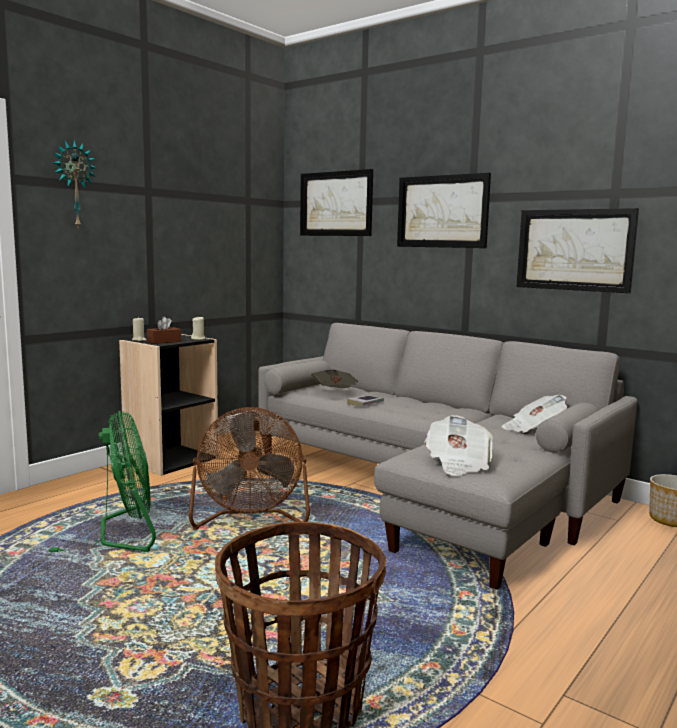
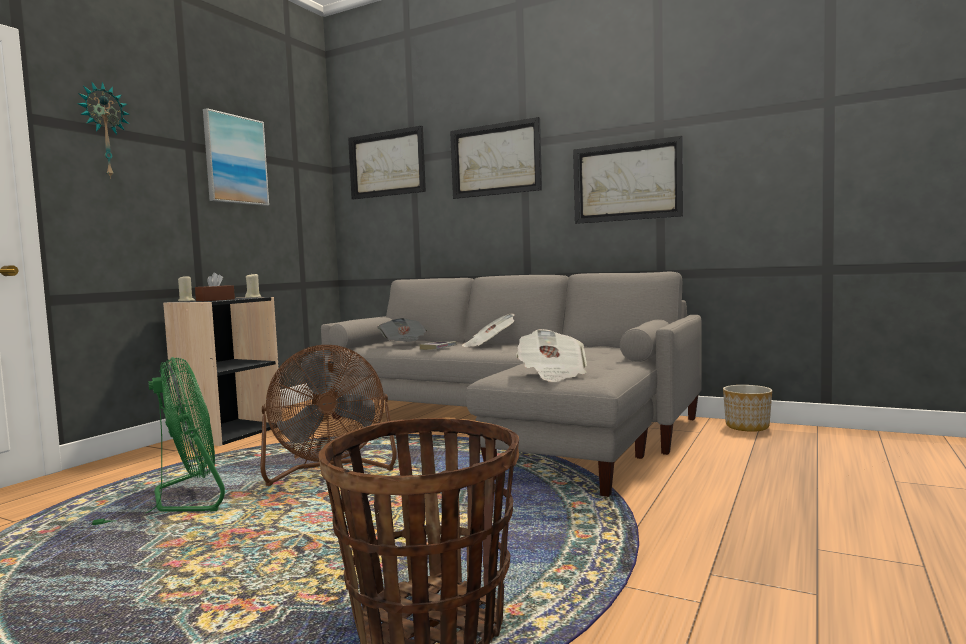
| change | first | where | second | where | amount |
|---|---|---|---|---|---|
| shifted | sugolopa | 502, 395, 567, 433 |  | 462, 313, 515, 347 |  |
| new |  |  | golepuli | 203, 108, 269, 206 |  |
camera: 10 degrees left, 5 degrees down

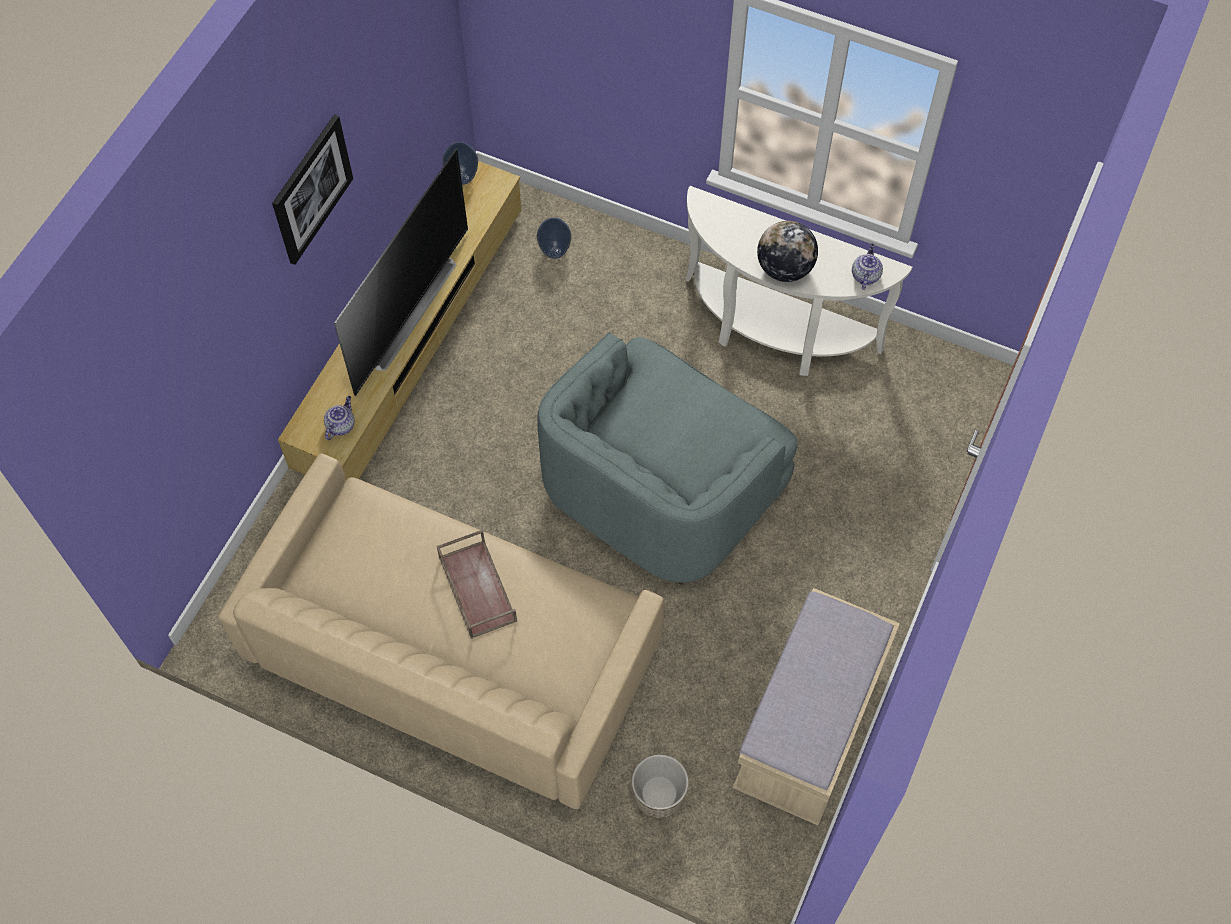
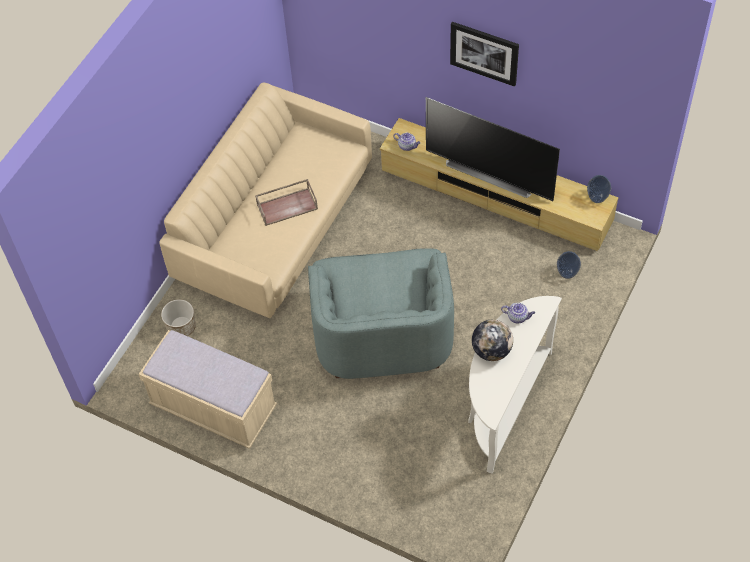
| change | first | where | second | where | amount |
|---|---|---|---|---|---|
| shifted | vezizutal | 852, 243, 883, 290 |  | 501, 303, 535, 323 |  |
| rotated | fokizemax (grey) | 537, 332, 798, 585 |  | 308, 248, 454, 379 | 135 degrees counterclockwise |
camera: 95 degrees right, 5 degrees down

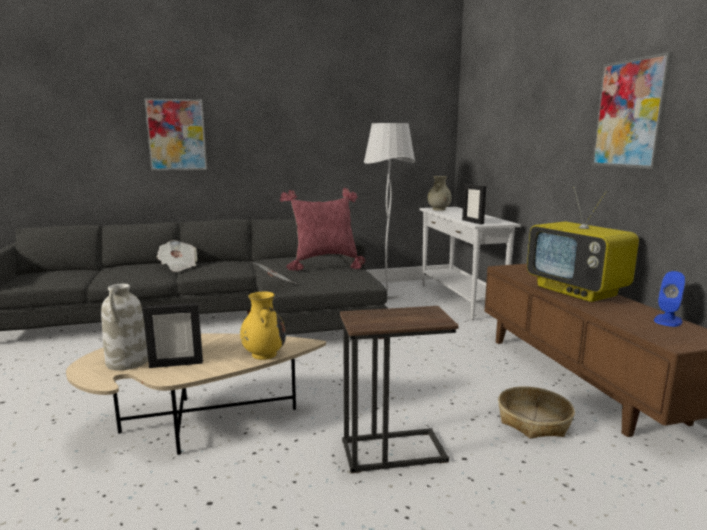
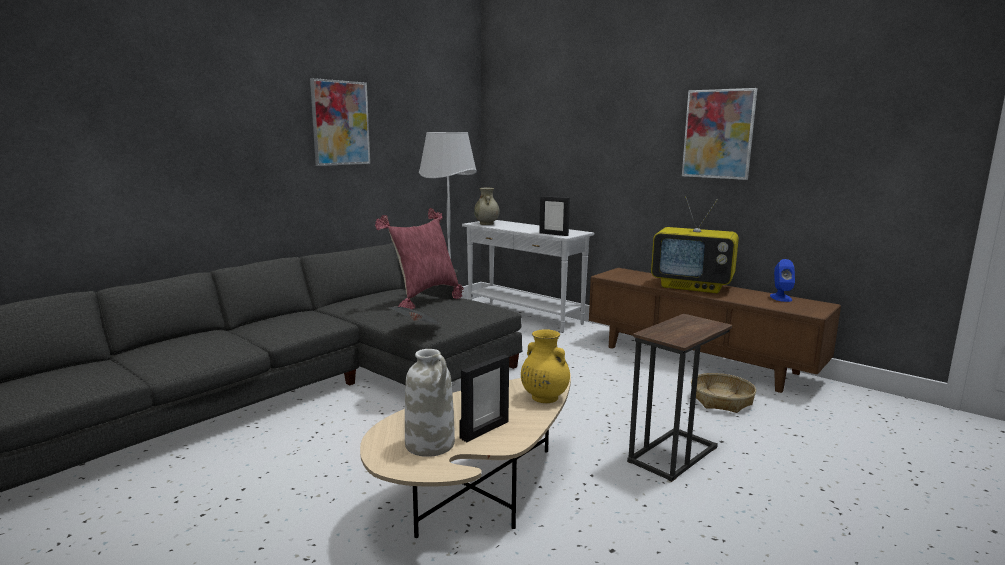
| change | first | where | second | where | amount |
|---|---|---|---|---|---|
| shifted | golepuli | 144, 98, 207, 171 |  | 310, 78, 370, 166 |  |
| gone | sugolopa | 157, 240, 197, 272 |  |  |  |
camera: 35 degrees left, 0 degrees up

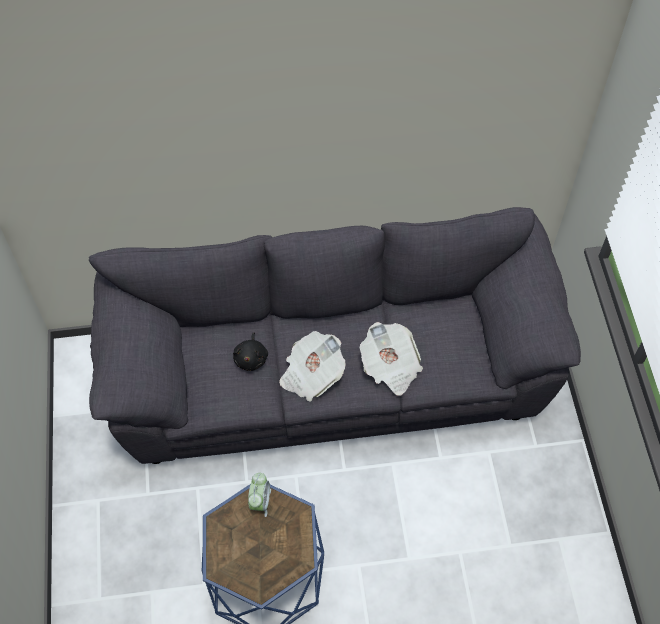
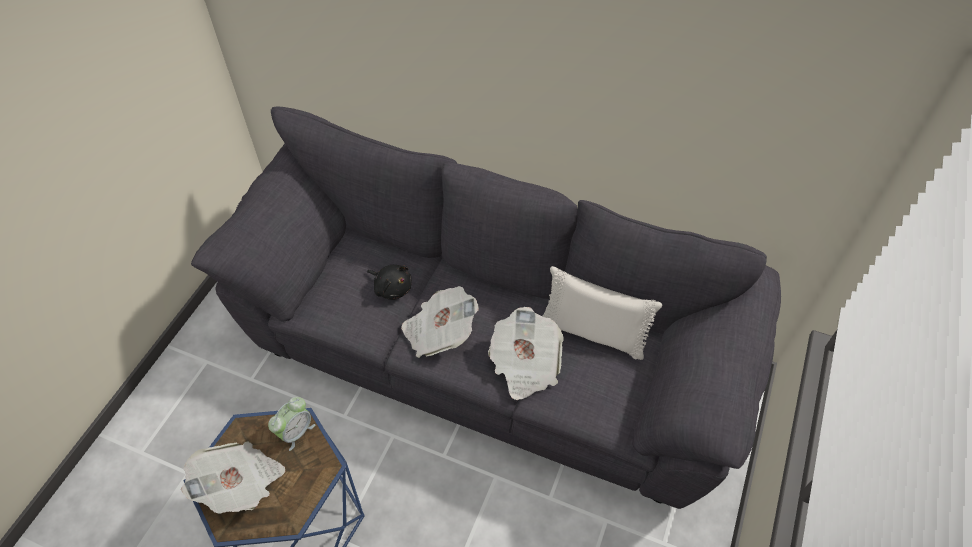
| change | first | where | second | where | amount |
|---|---|---|---|---|---|
| rotated | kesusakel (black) | 233, 332, 268, 371 |  | 367, 265, 412, 300 | 90 degrees counterclockwise |
| new |  |  | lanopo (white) | 542, 266, 662, 360 |  |
| new |  |  | sugolopa | 181, 441, 285, 514 |  |
camera: 30 degrees right, 5 degrees down

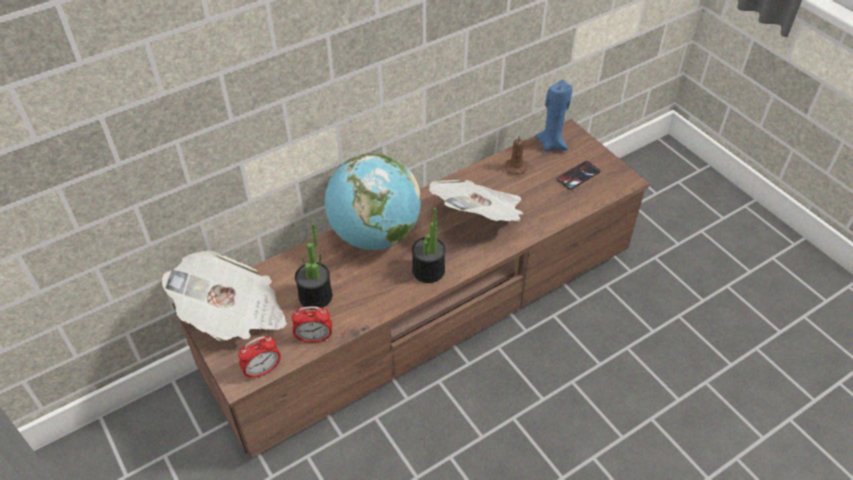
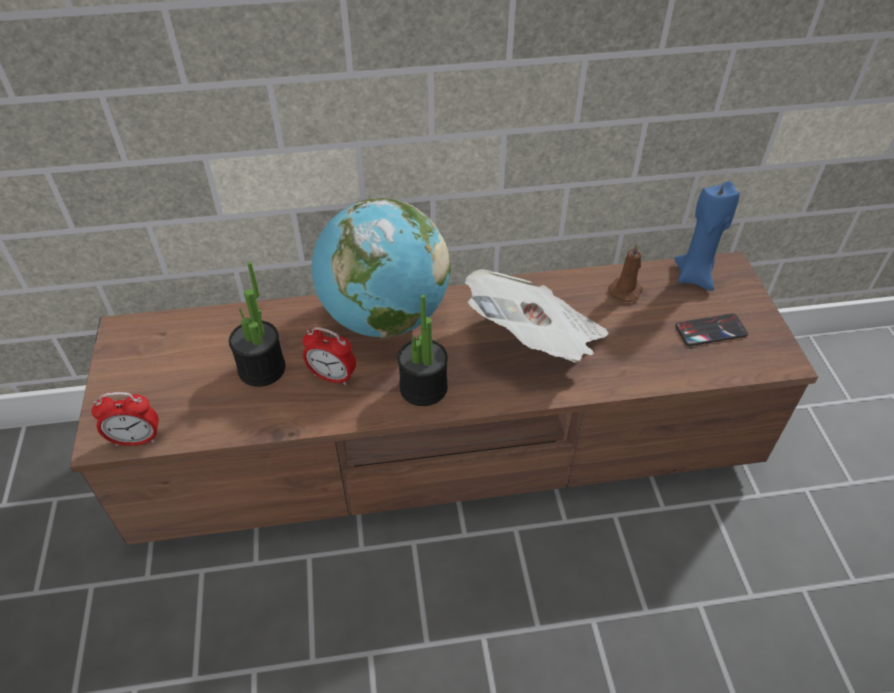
| change | first | where | second | where | amount |
|---|---|---|---|---|---|
| gone | sugolopa | 162, 251, 287, 341 |  |  |  |
| shifted | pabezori | 291, 307, 332, 343 |  | 302, 327, 356, 385 |  |
camera: 25 degrees right, 0 degrees up

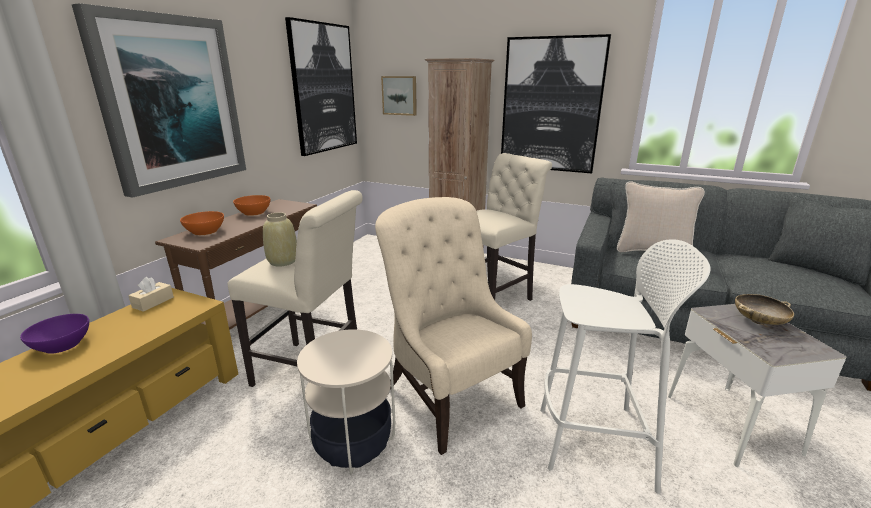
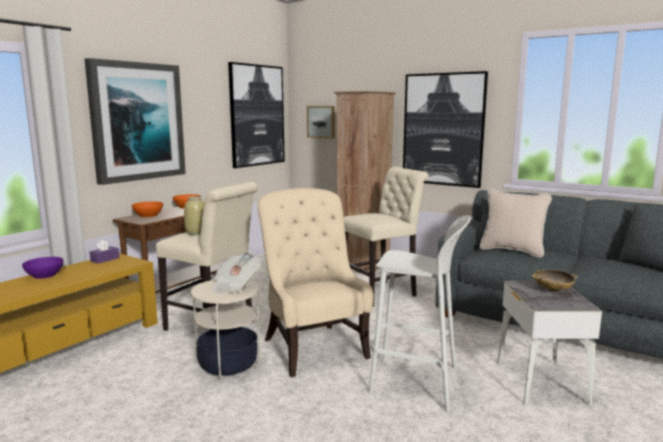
| change | first | where | second | where | amount |
|---|---|---|---|---|---|
| repainted | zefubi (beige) | 128, 277, 174, 312 | zefubi (purple) | 90, 240, 119, 264 |  |
| new |  |  | sugolopa | 212, 252, 261, 293 |  |
camera: 10 degrees right, 10 degrees down

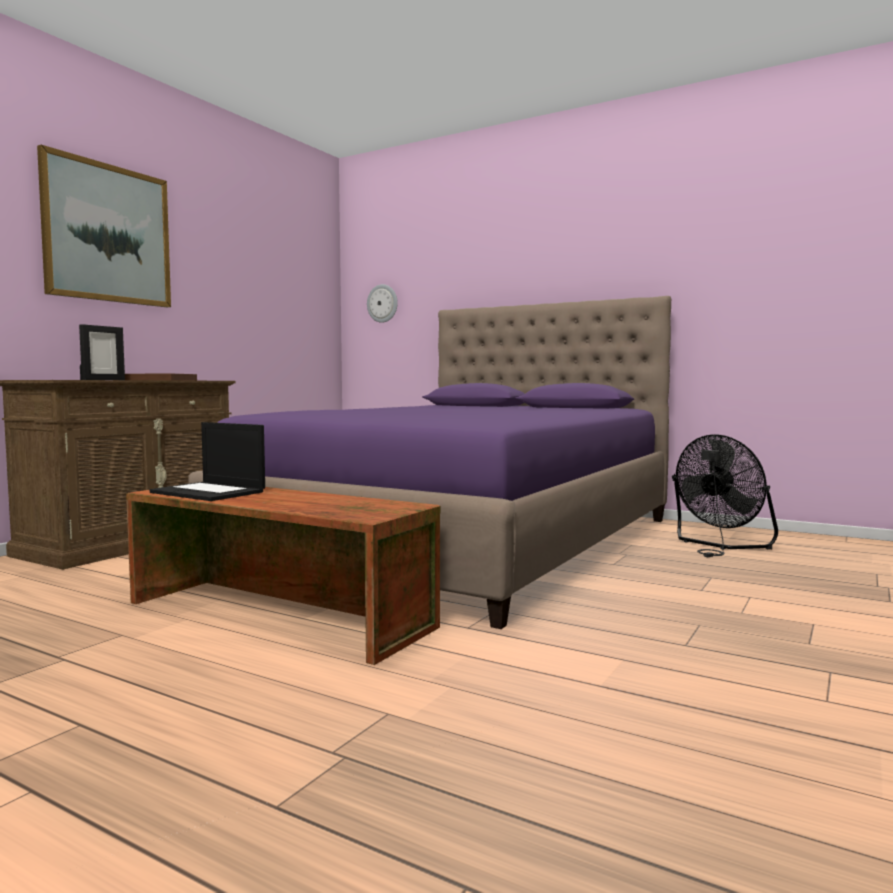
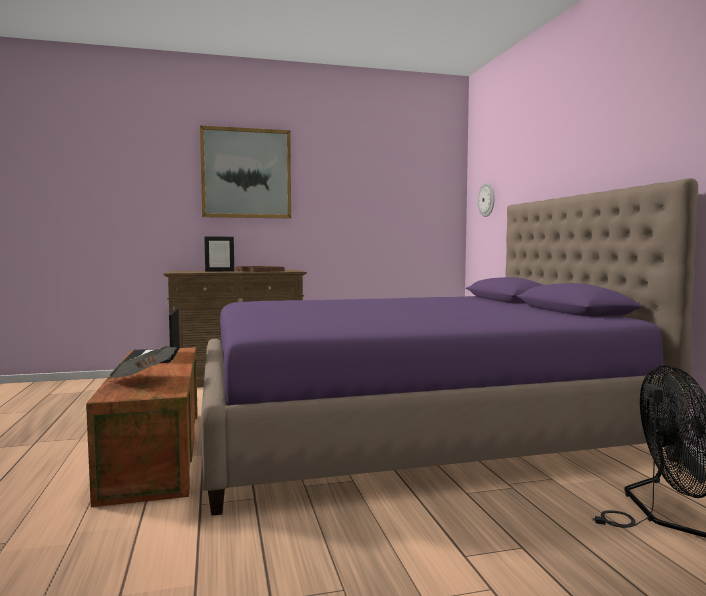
| change | first | where | second | where | amount |
|---|---|---|---|---|---|
| new |  |  | sugolopa | 108, 346, 177, 379 |  |
camera: 45 degrees right, 0 degrees up

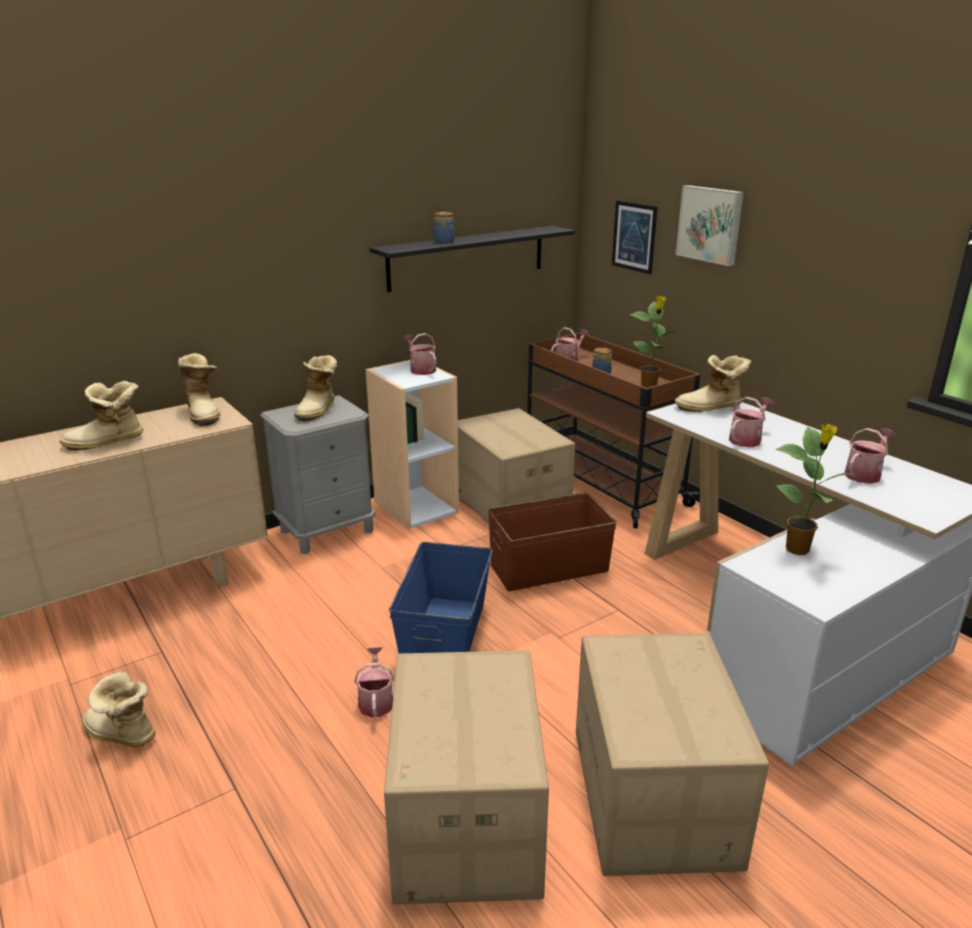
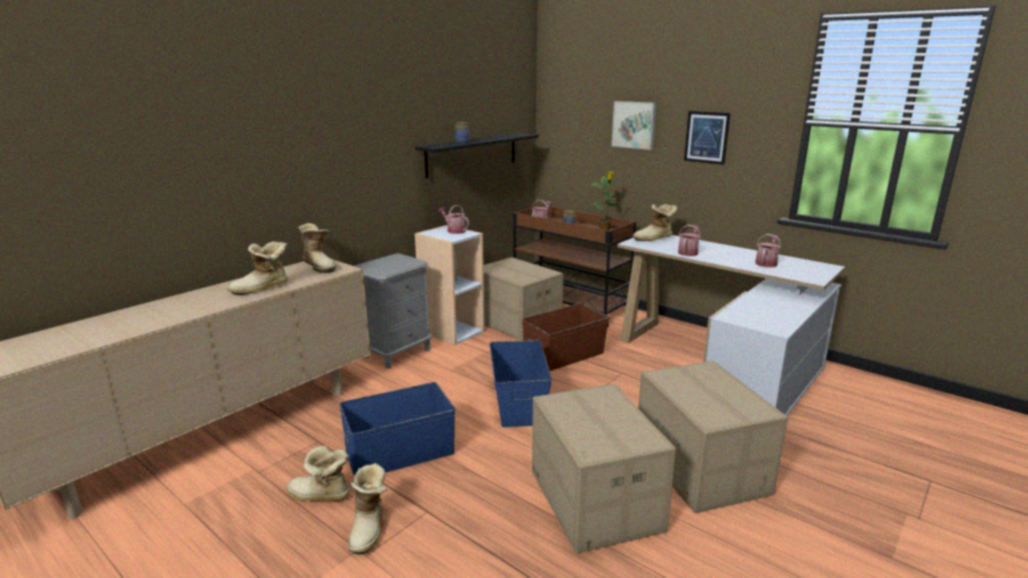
| change | first | where | second | where | amount |
|---|---|---|---|---|---|
| shifted | golepuli | 612, 201, 657, 274 |  | 684, 111, 730, 165 |  |
| shifted | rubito | 294, 355, 338, 421 |  | 348, 463, 388, 554 |  |
| gone | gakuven | 775, 424, 854, 555 |  |  |  |
| gone | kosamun | 354, 647, 394, 717 |  |  |  |
| new |  |  | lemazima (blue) | 339, 382, 455, 476 |  |
camera: 15 degrees left, 5 degrees down

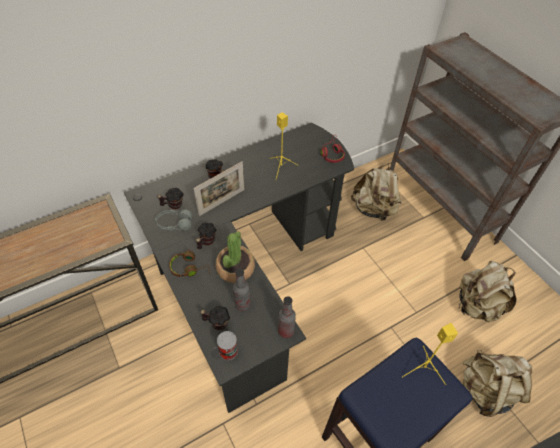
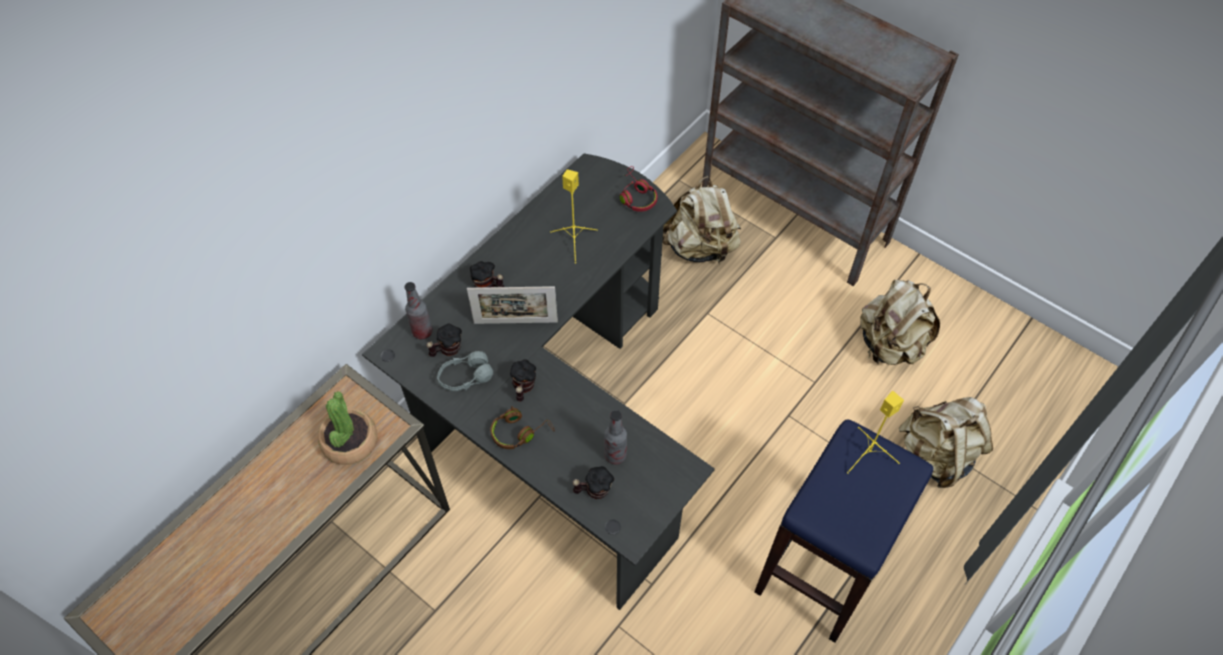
| change | first | where | second | where | amount |
|---|---|---|---|---|---|
| rotated | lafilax | 194, 162, 245, 216 |  | 467, 286, 558, 324 | 60 degrees clockwise |
| shifted | gakuven | 216, 231, 255, 283 |  | 318, 391, 377, 465 |  |
| shifted | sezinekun | 278, 296, 296, 338 |  | 405, 282, 433, 339 |  |
| gone | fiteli | 217, 331, 238, 360 |  |  |  |
camera: 20 degrees left, 5 degrees up

